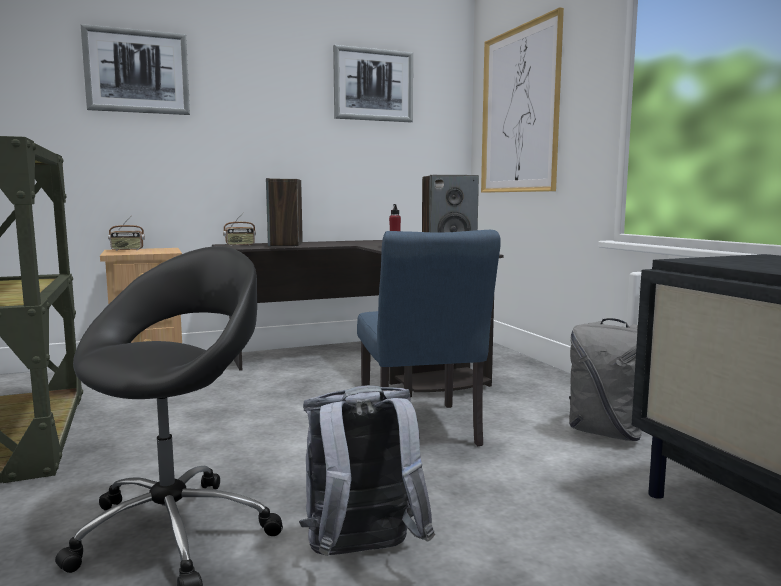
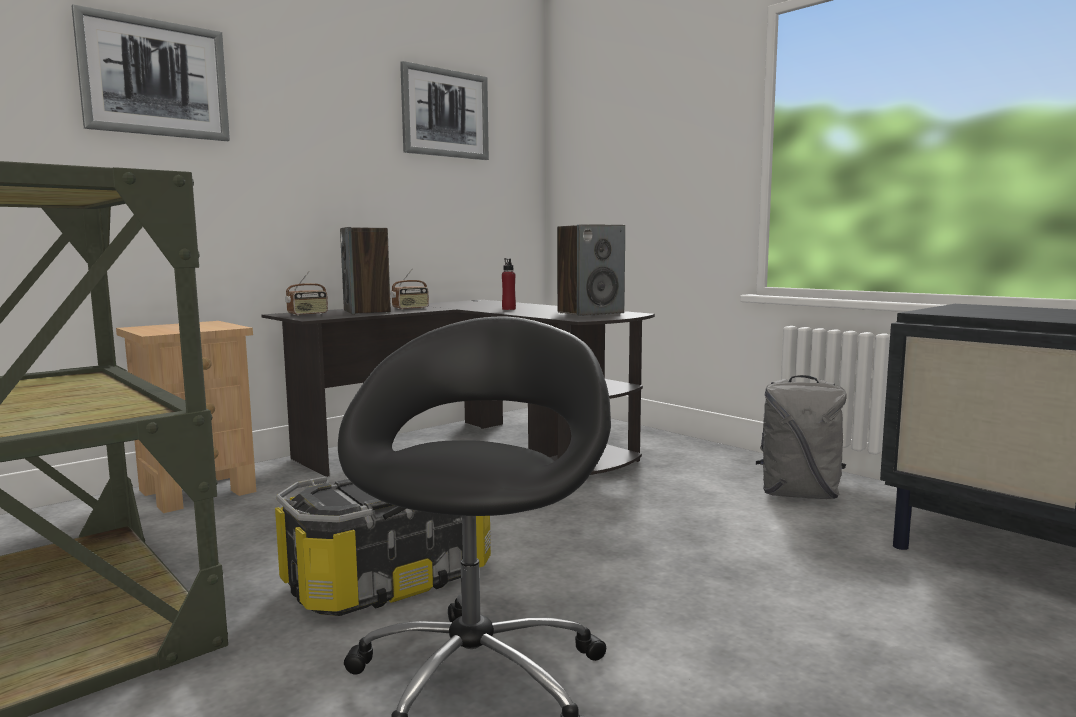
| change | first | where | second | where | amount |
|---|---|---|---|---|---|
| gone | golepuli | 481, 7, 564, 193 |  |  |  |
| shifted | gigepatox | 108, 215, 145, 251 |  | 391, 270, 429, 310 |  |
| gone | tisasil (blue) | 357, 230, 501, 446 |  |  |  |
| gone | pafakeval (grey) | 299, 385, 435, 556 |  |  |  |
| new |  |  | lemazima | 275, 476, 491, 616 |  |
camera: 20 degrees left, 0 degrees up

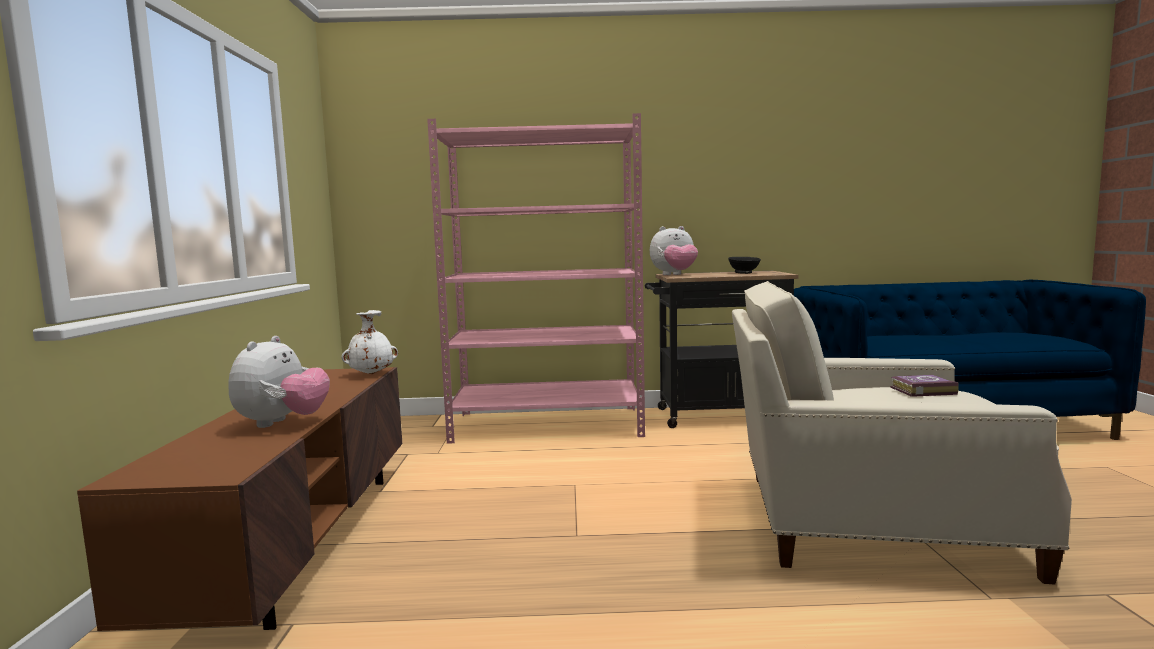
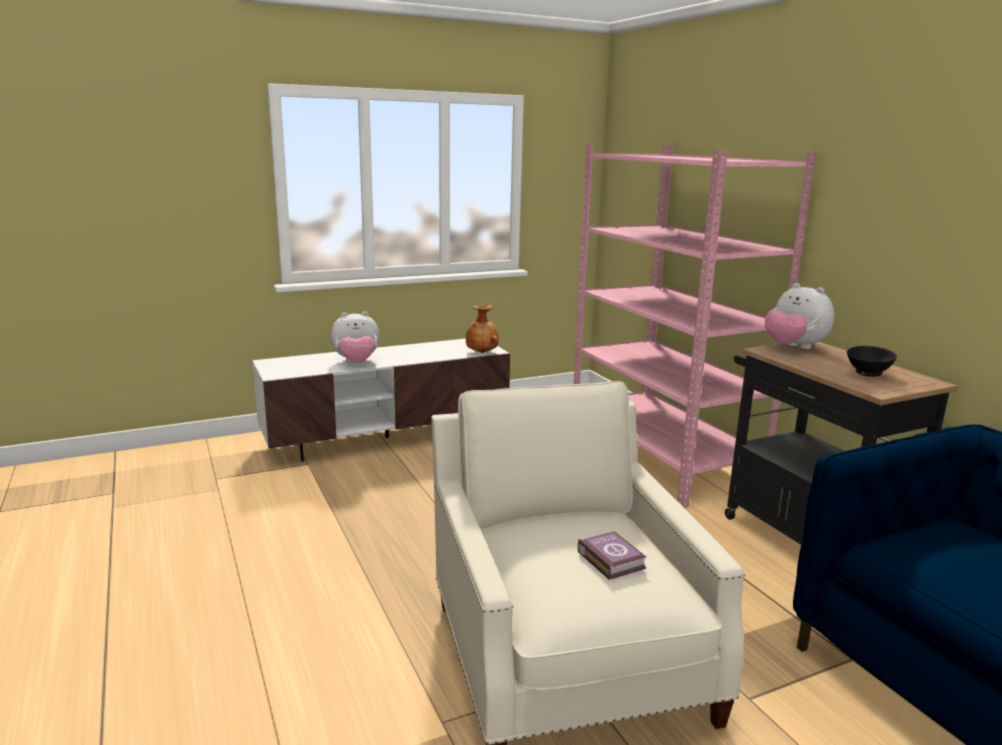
| change | first | where | second | where | amount |
|---|---|---|---|---|---|
| repainted | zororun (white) | 342, 310, 398, 374 | zororun (brown) | 466, 305, 499, 353 |  |
| repainted | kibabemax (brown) | 77, 367, 402, 631 | kibabemax (white) | 252, 339, 510, 462 |  |
camera: 65 degrees right, 10 degrees up

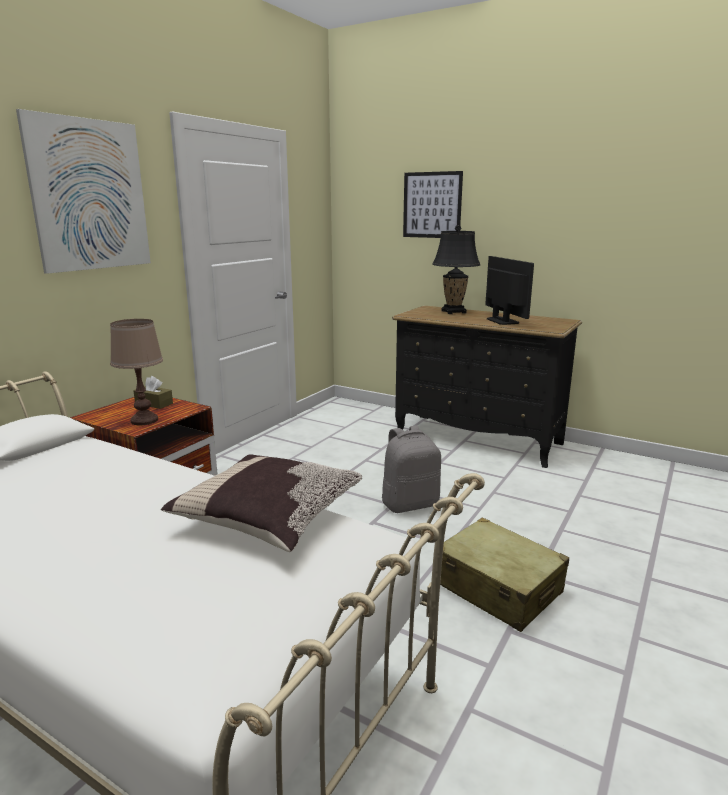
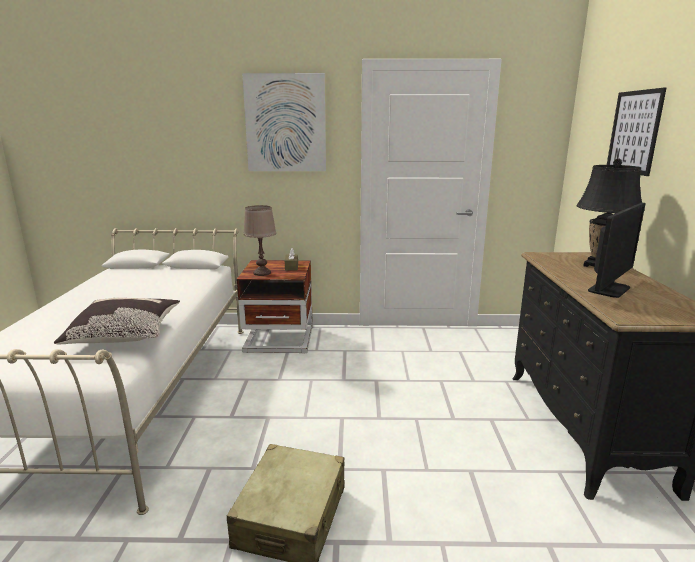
| change | first | where | second | where | amount |
|---|---|---|---|---|---|
| gone | pafakeval (grey) | 382, 426, 441, 513 |  |  |  |
camera: 60 degrees right, 0 degrees up

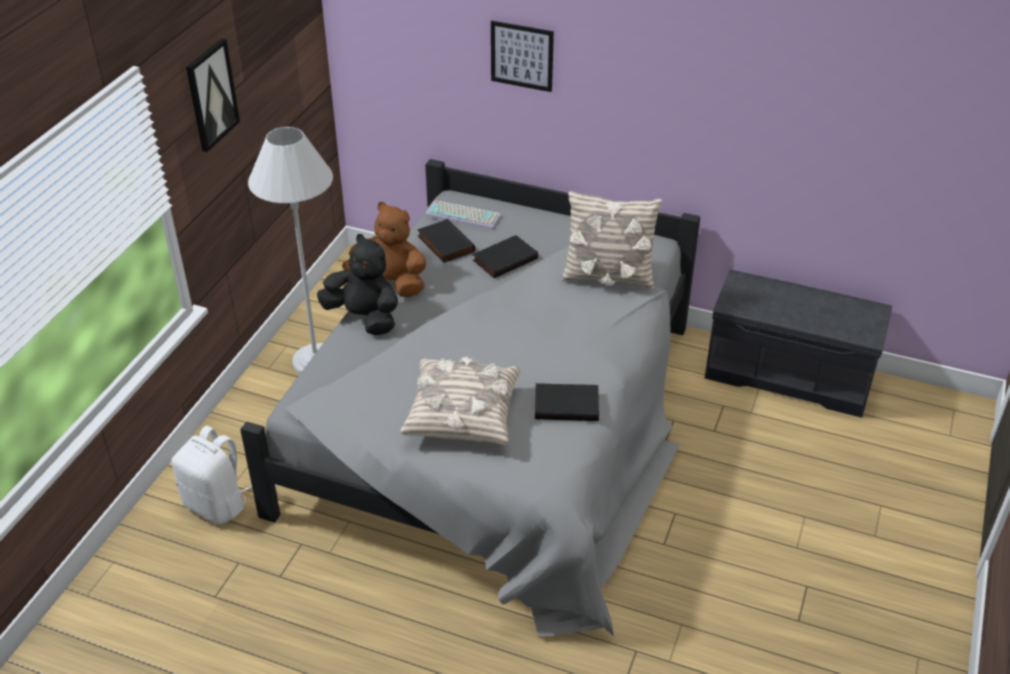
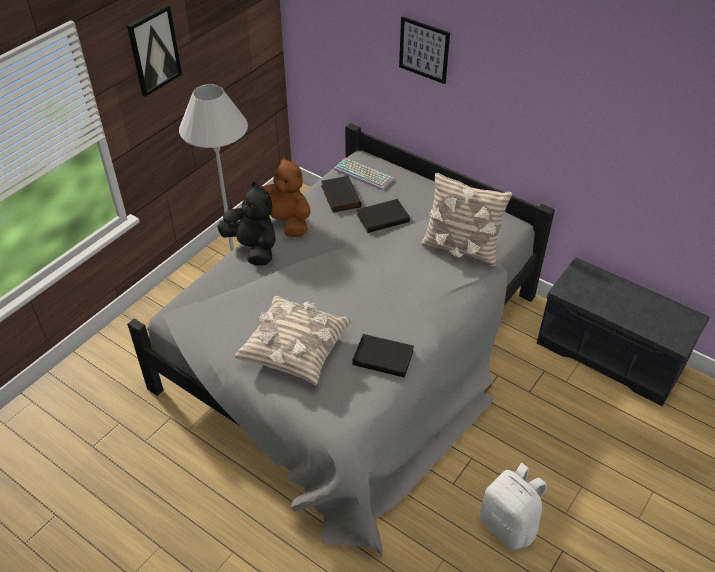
| change | first | where | second | where | amount |
|---|---|---|---|---|---|
| shifted | pafakeval (white) | 172, 425, 252, 524 |  | 480, 463, 547, 550 |  |
camera: 15 degrees right, 5 degrees up

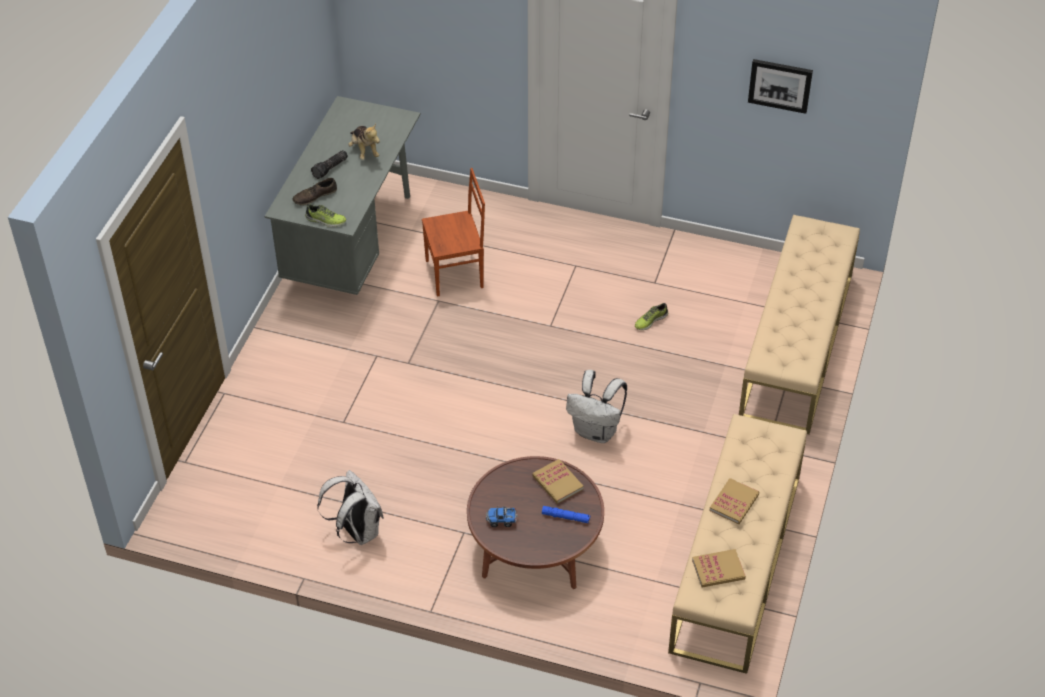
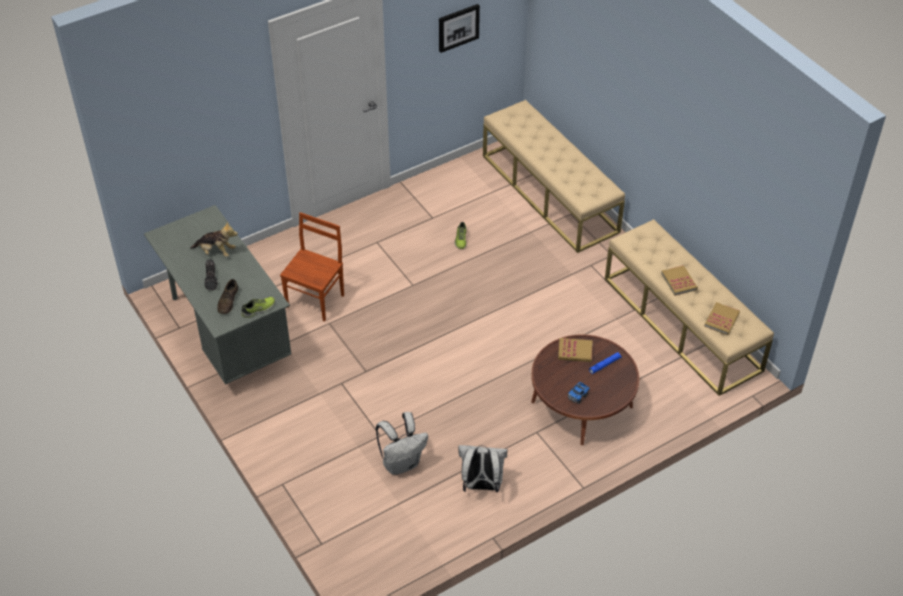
| change | first | where | second | where | amount |
|---|---|---|---|---|---|
| shifted | pafakeval (white) | 566, 370, 627, 443 |  | 376, 412, 428, 475 |  |
camera: 50 degrees left, 0 degrees up

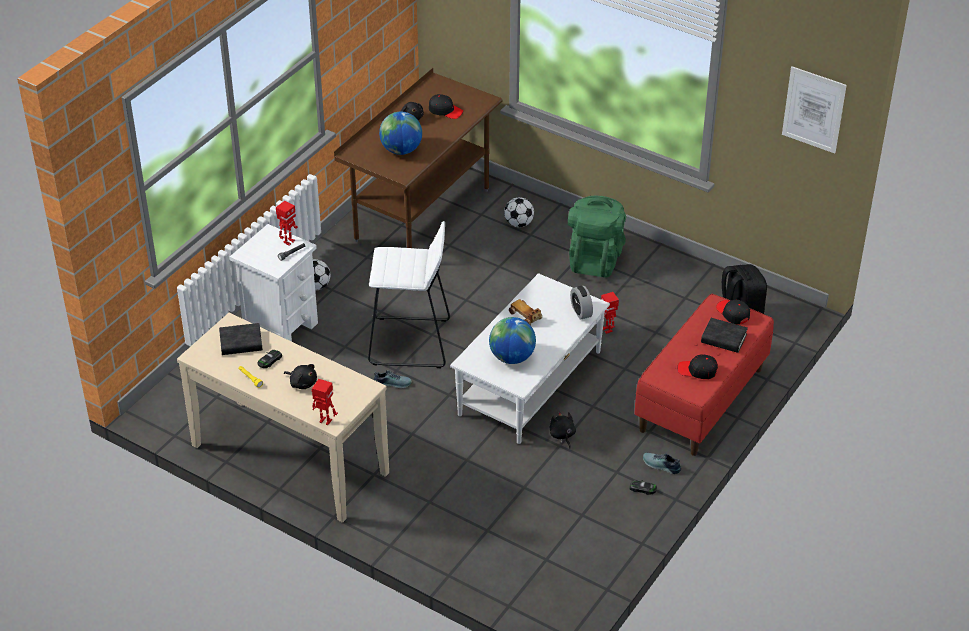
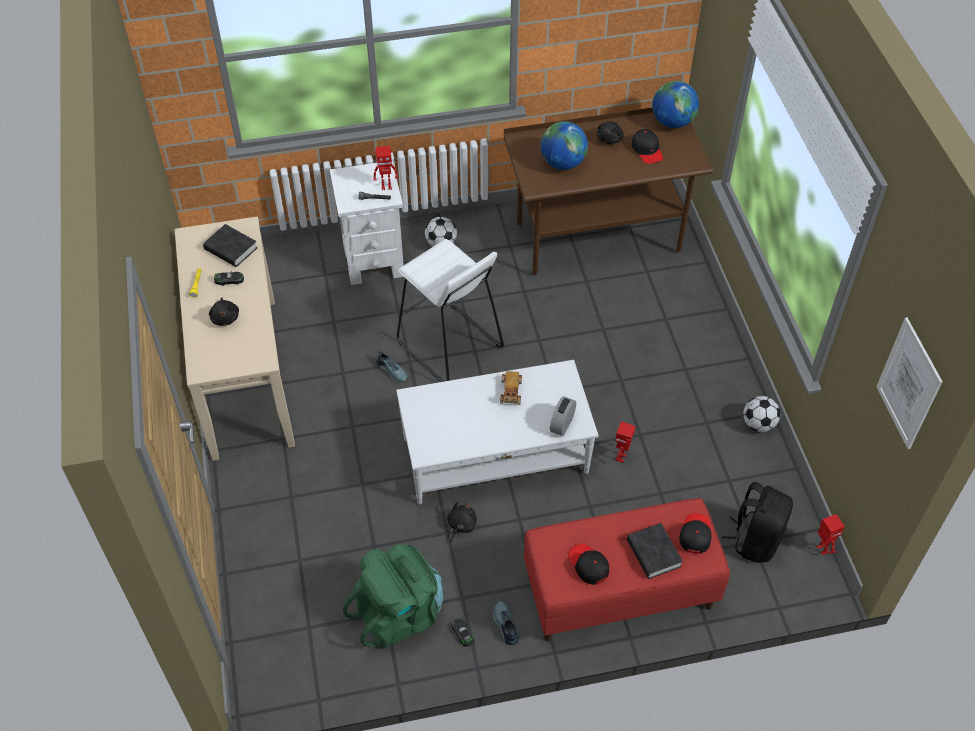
| change | first | where | second | where | amount |
|---|---|---|---|---|---|
| shifted | pafakeval (green) | 568, 195, 626, 277 |  | 343, 544, 443, 649 |  |
| shifted | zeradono | 504, 197, 534, 227 |  | 743, 396, 780, 432 |  |
| shifted | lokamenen | 489, 317, 536, 364 |  | 652, 81, 699, 128 |  |
| shifted | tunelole | 312, 379, 338, 425 |  | 817, 514, 845, 555 |  |
camera: 45 degrees right, 10 degrees up

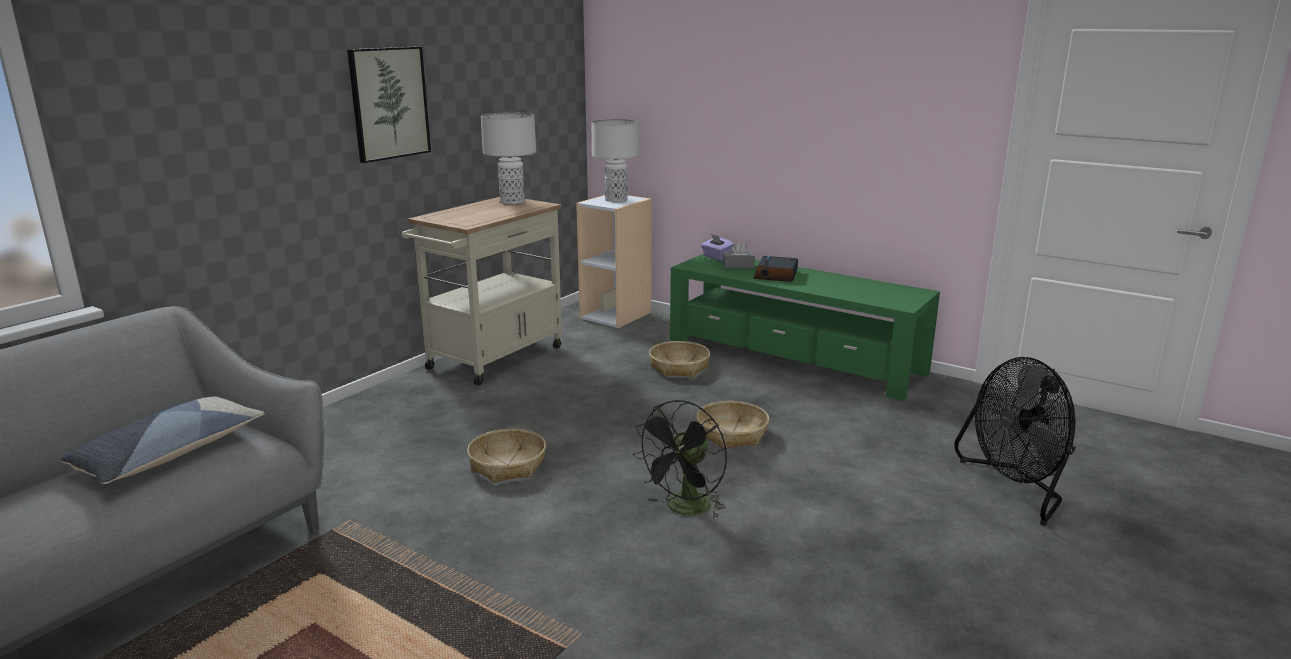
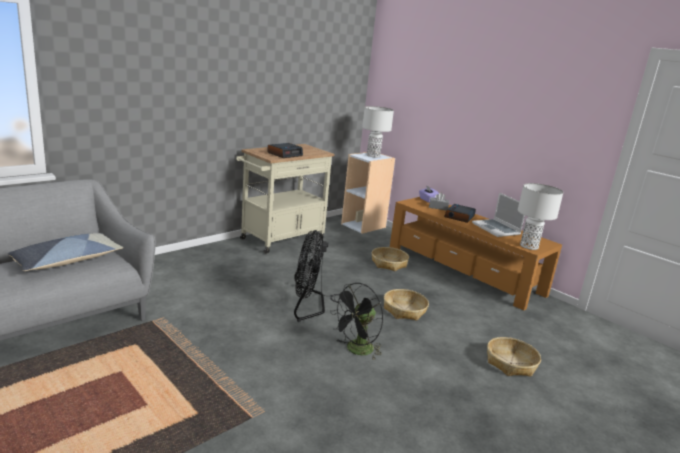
| change | first | where | second | where | amount |
|---|---|---|---|---|---|
| gone | golepuli | 347, 46, 431, 163 |  |  |  |
| shifted | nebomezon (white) | 481, 112, 536, 204 |  | 518, 183, 563, 250 |  |
| repainted | kibabemax (green) | 670, 254, 940, 401 | kibabemax (brown) | 390, 197, 562, 311 |  |
| shifted | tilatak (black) | 954, 357, 1076, 526 |  | 294, 230, 343, 322 |  |
| shifted | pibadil | 467, 429, 546, 483 |  | 487, 337, 541, 377 |  |
| new |  |  | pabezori | 267, 143, 303, 158 |  |
| new |  |  | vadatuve | 472, 193, 525, 237 |  |
camera: 10 degrees right, 0 degrees up

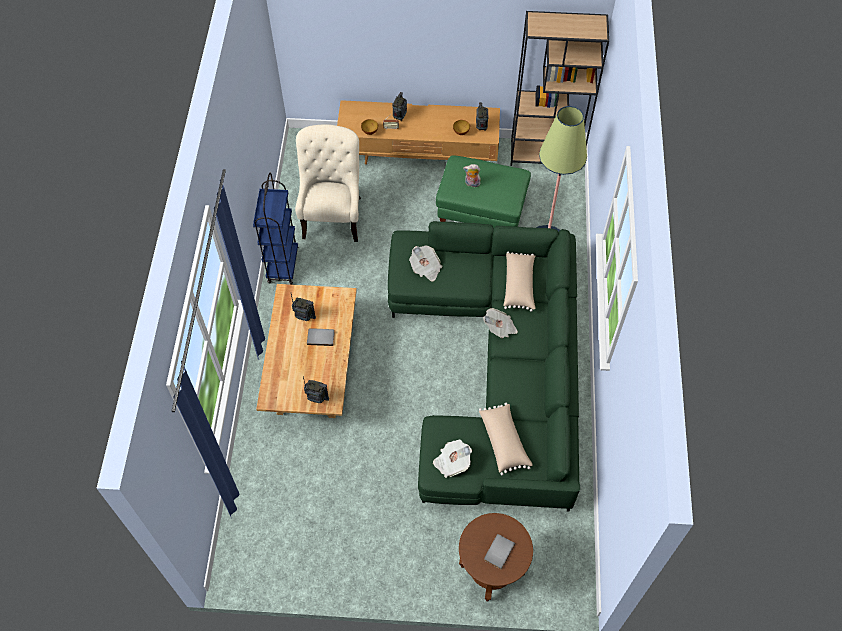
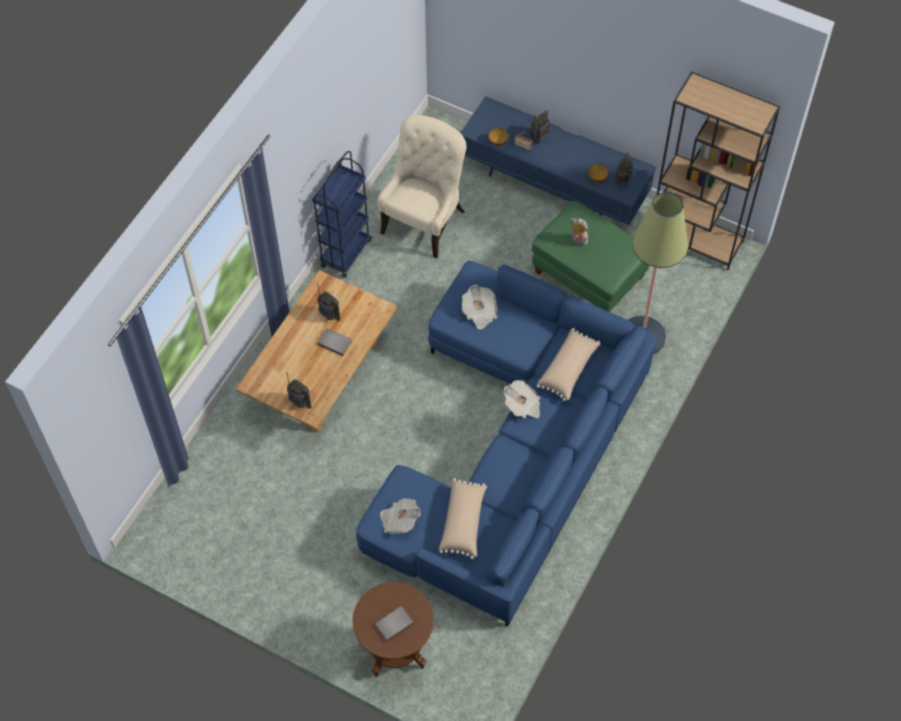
| change | first | where | second | where | amount |
|---|---|---|---|---|---|
| repainted | kibabemax (beige) | 337, 100, 500, 165 | kibabemax (blue) | 460, 96, 656, 225 |  |
| repainted | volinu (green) | 388, 221, 580, 512 | volinu (blue) | 356, 261, 657, 626 |  |
camera: 25 degrees right, 0 degrees up

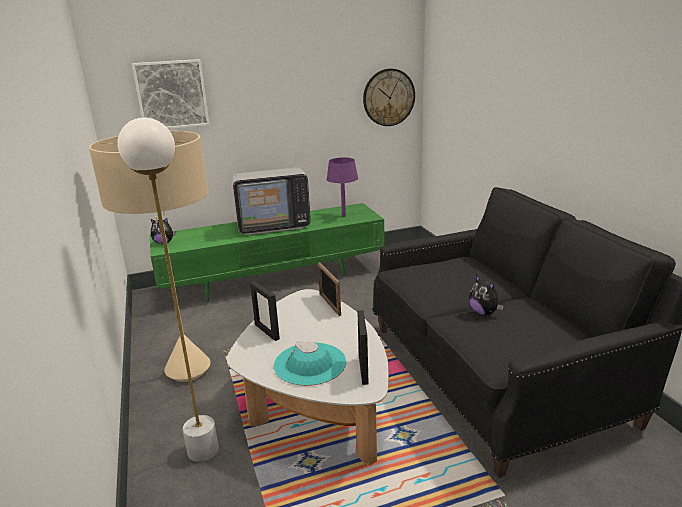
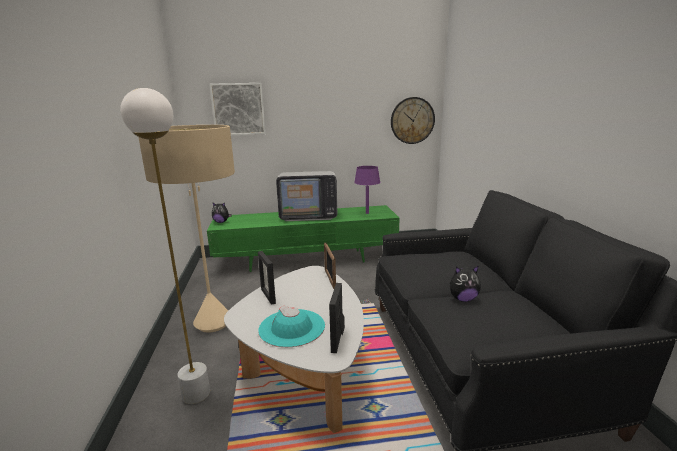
| change | first | where | second | where | amount |
|---|---|---|---|---|---|
| rotated | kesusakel | 469, 275, 504, 315 |  | 450, 265, 481, 302 | 75 degrees counterclockwise |
camera: 10 degrees right, 5 degrees down

